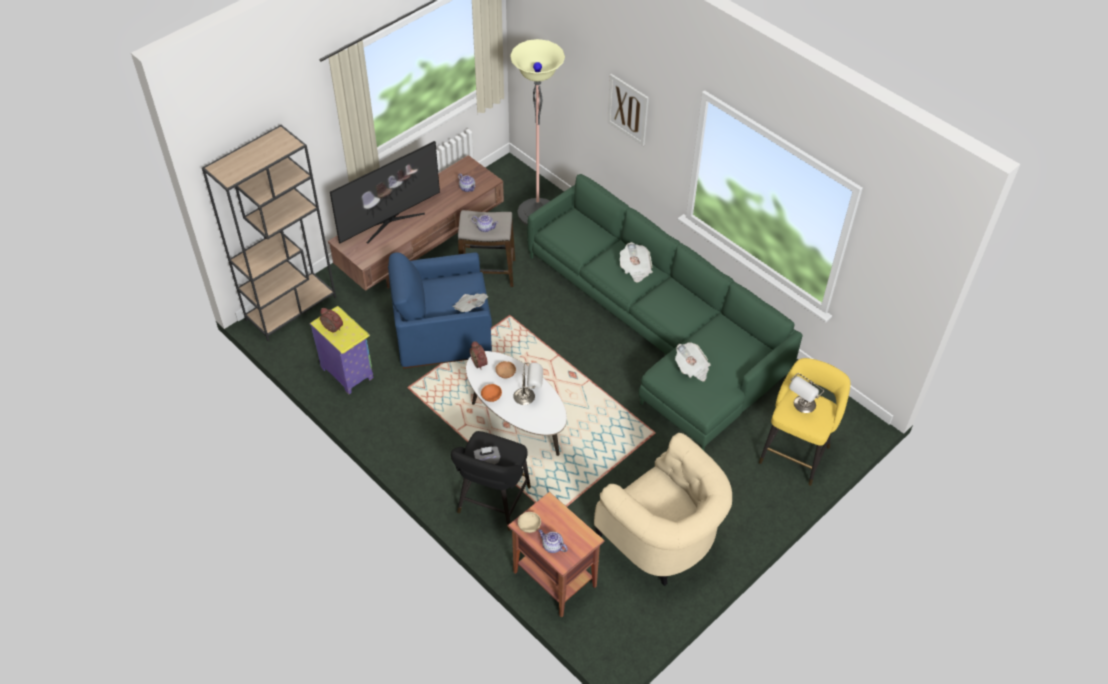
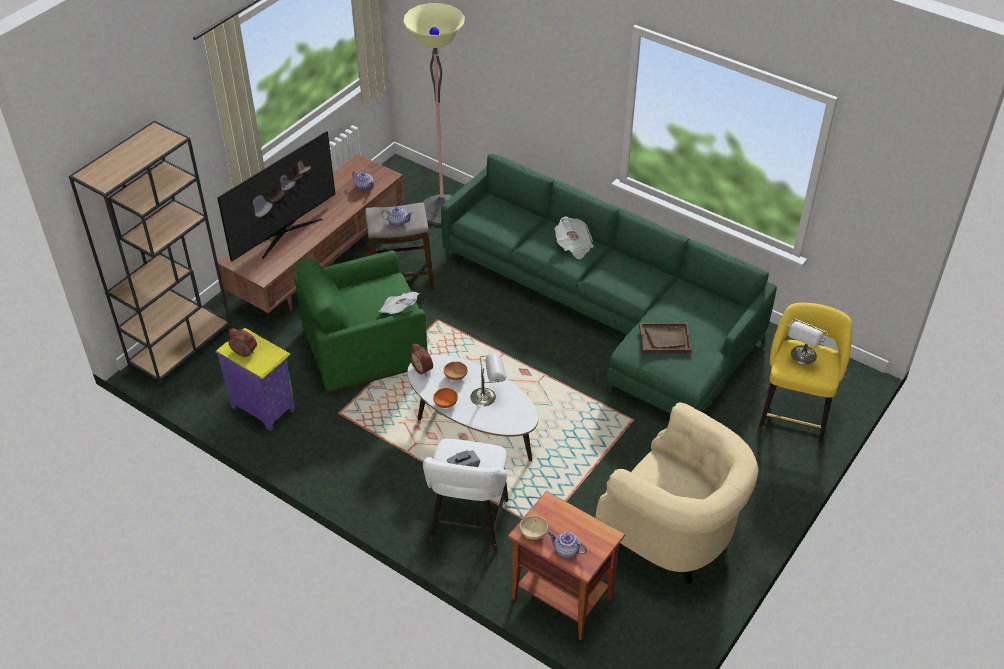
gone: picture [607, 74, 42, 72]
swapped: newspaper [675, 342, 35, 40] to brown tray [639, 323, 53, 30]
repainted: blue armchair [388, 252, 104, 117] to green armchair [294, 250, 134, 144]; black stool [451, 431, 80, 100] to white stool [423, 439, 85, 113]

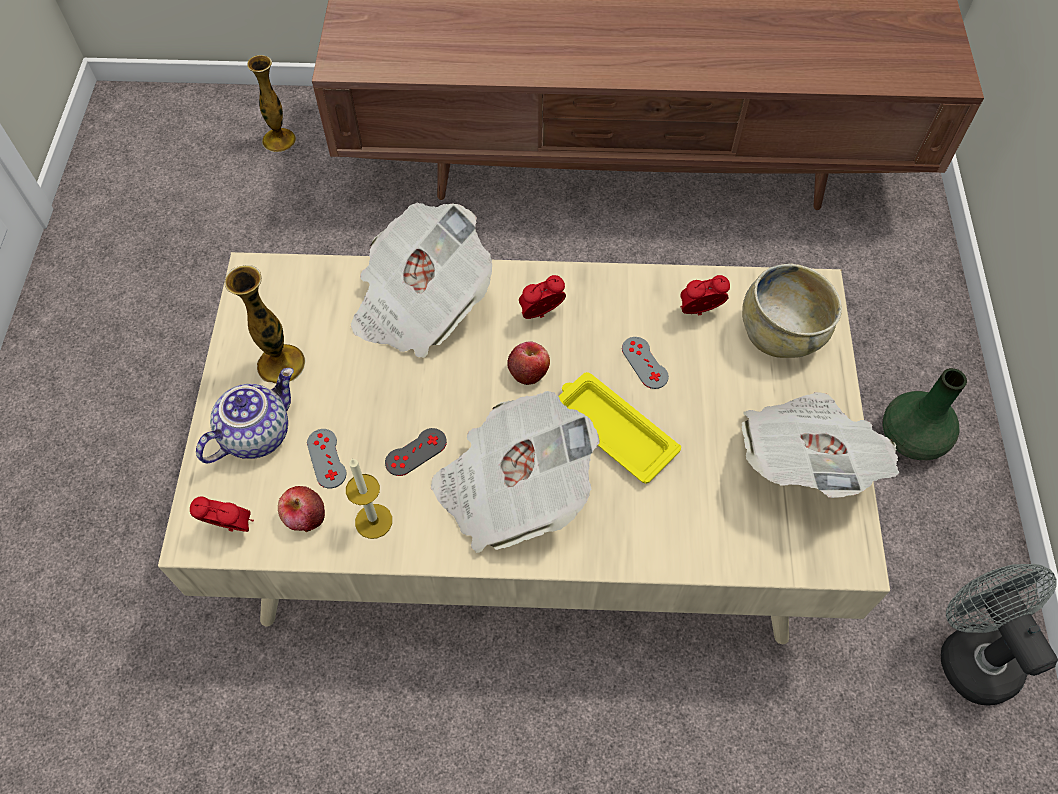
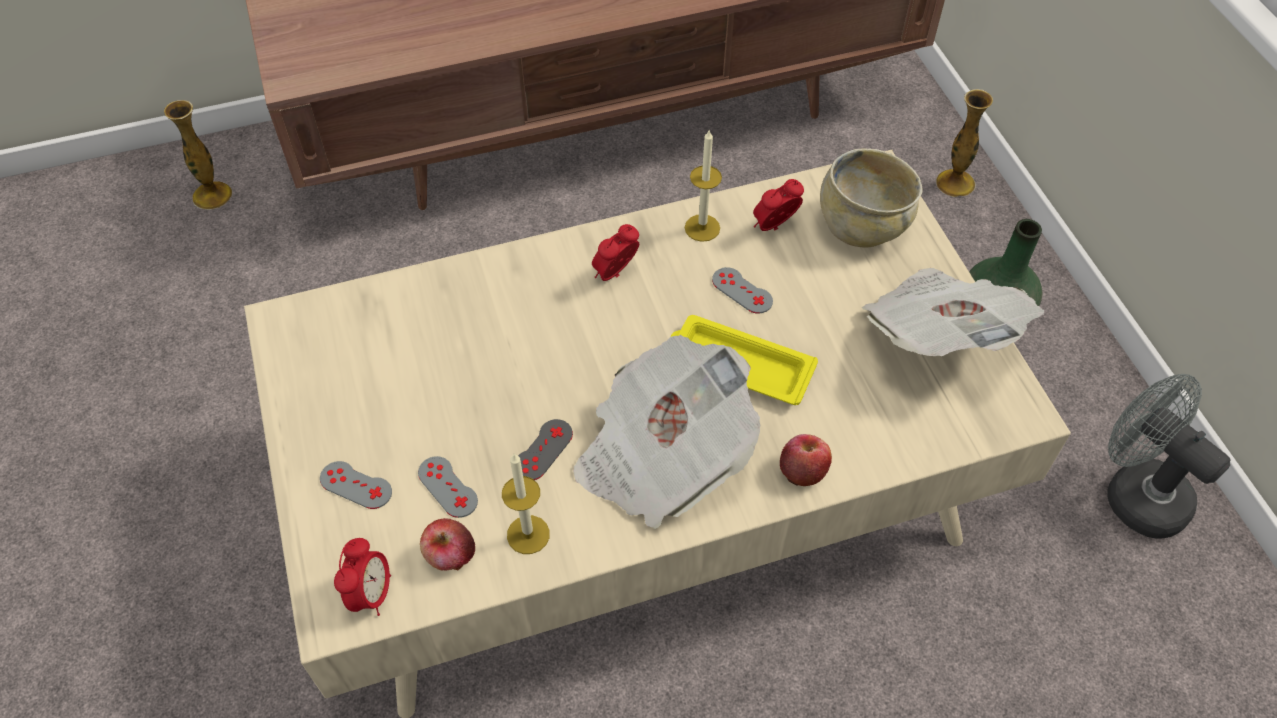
gone: newspaper [351, 203, 141, 155]
new: candle [685, 130, 37, 112]
shifted: vase [224, 265, 82, 119] to [936, 89, 57, 108]; apple [507, 341, 43, 44] to [780, 434, 52, 52]
swapped: teapot [196, 368, 98, 95] to grey game controller [320, 461, 72, 48]
rotated: alarm clock [190, 496, 64, 36] = [334, 538, 57, 78] 105 degrees clockwise

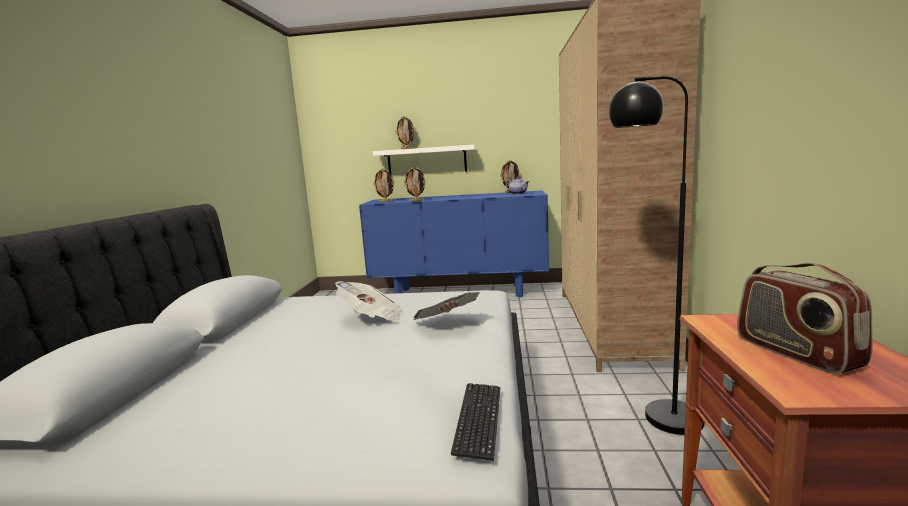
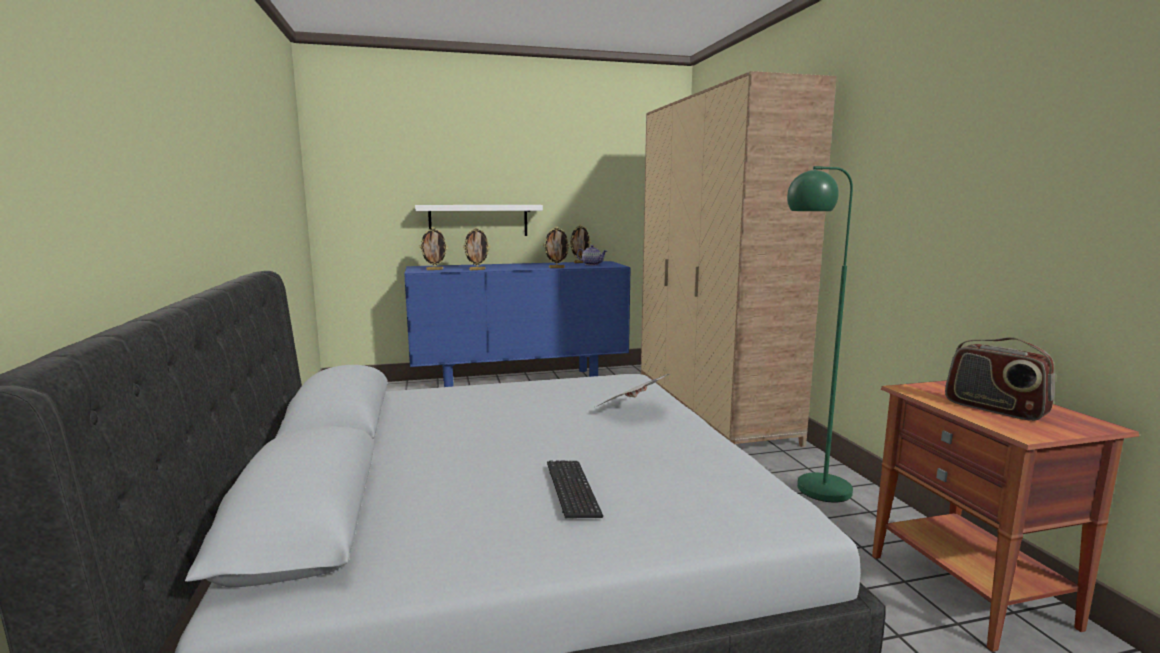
gone: newspaper [335, 281, 65, 41]
shifted: picture frame [395, 116, 20, 33] to [543, 227, 27, 41]; keyboard [451, 383, 50, 78] to [547, 460, 56, 58]
repainted: black floor lamp [609, 76, 96, 359] to green floor lamp [787, 166, 66, 337]

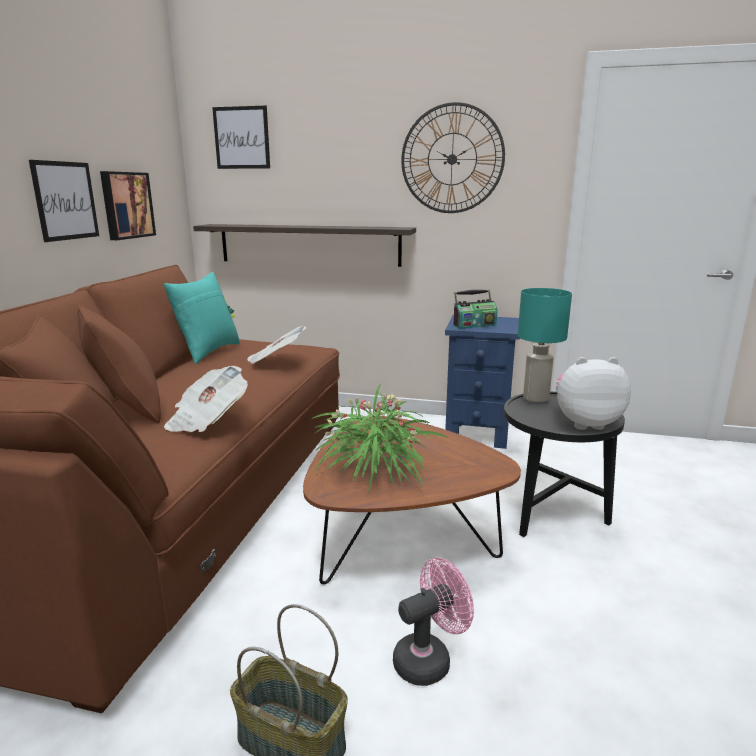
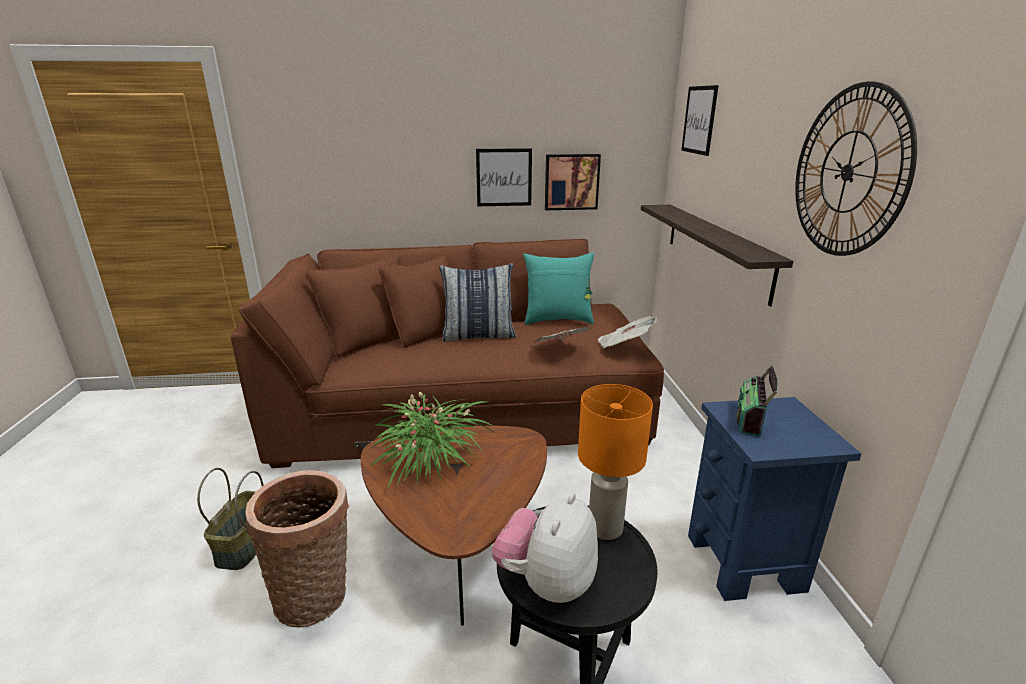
new: pillow [439, 263, 77, 78]
shifted: newspaper [164, 366, 84, 66] to [598, 316, 59, 32]
swapped: pink fan [393, 557, 81, 129] to basket [245, 470, 104, 158]
repainted: turquoise table lamp [518, 288, 54, 115] to orange table lamp [578, 384, 75, 156]
rotated: radio [453, 290, 45, 39] = [737, 365, 40, 72] 60 degrees clockwise; plush toy [556, 357, 75, 73] = [492, 493, 106, 110] 135 degrees counterclockwise

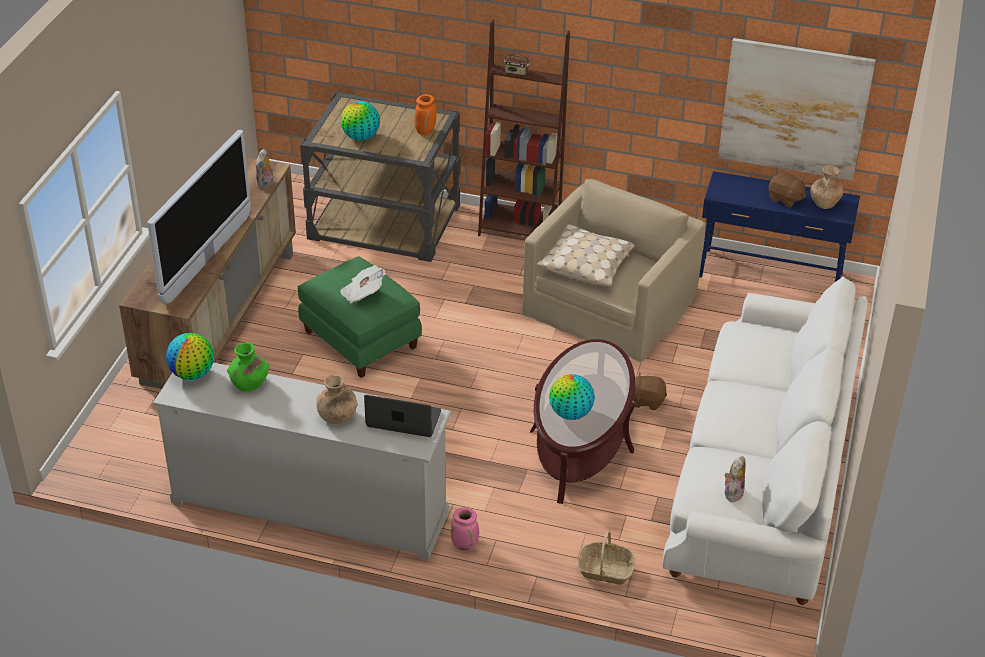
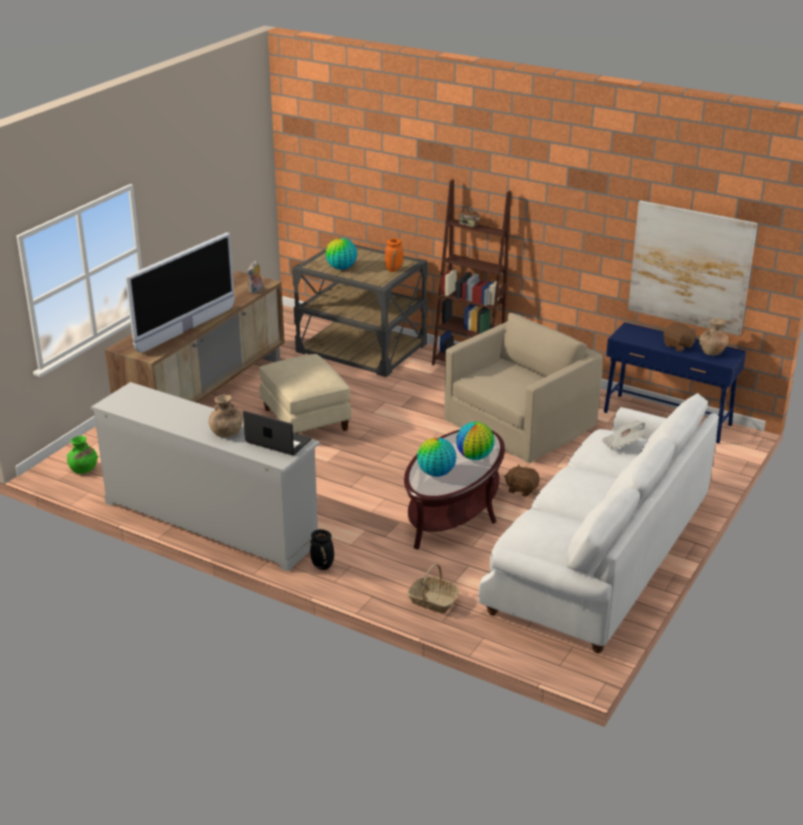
gone: beige pillow [537, 224, 98, 62]; plush toy [724, 456, 22, 46]
shifted: globe [166, 333, 48, 47] to [456, 422, 39, 38]; green vase [227, 342, 42, 50] to [67, 436, 31, 38]; newspaper [340, 265, 46, 38] to [602, 420, 45, 30]
repainted: green ottoman [298, 256, 124, 122] to beige ottoman [259, 354, 93, 80]; pink vase [451, 507, 28, 44] to black vase [310, 529, 24, 41]

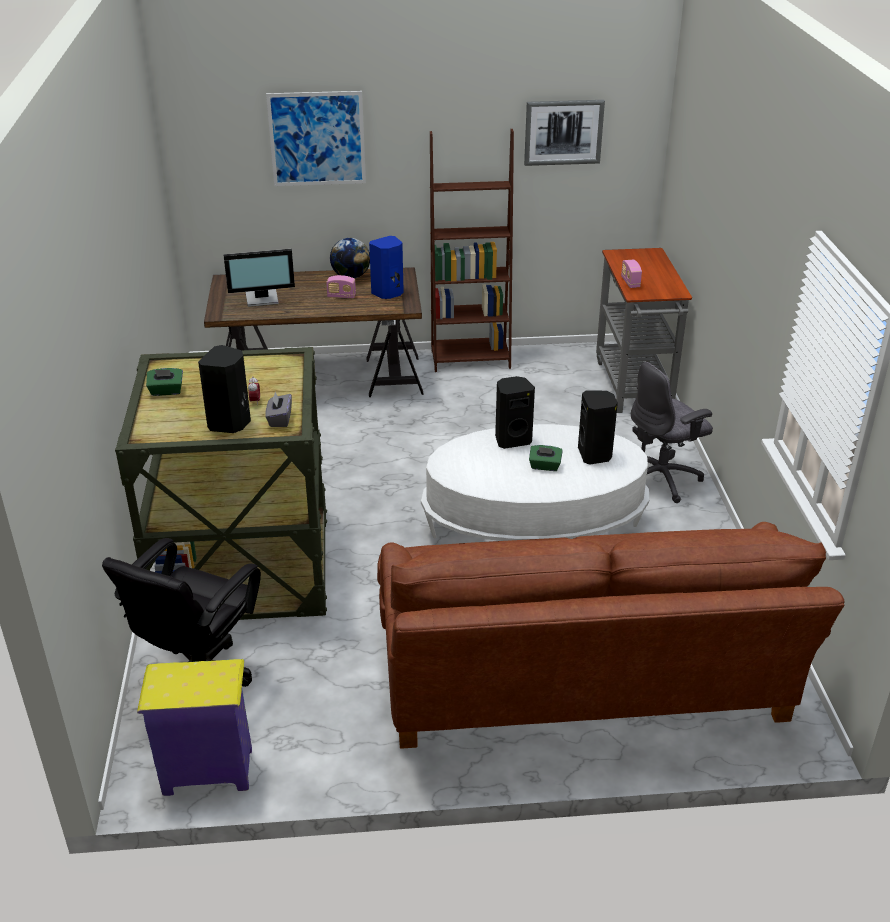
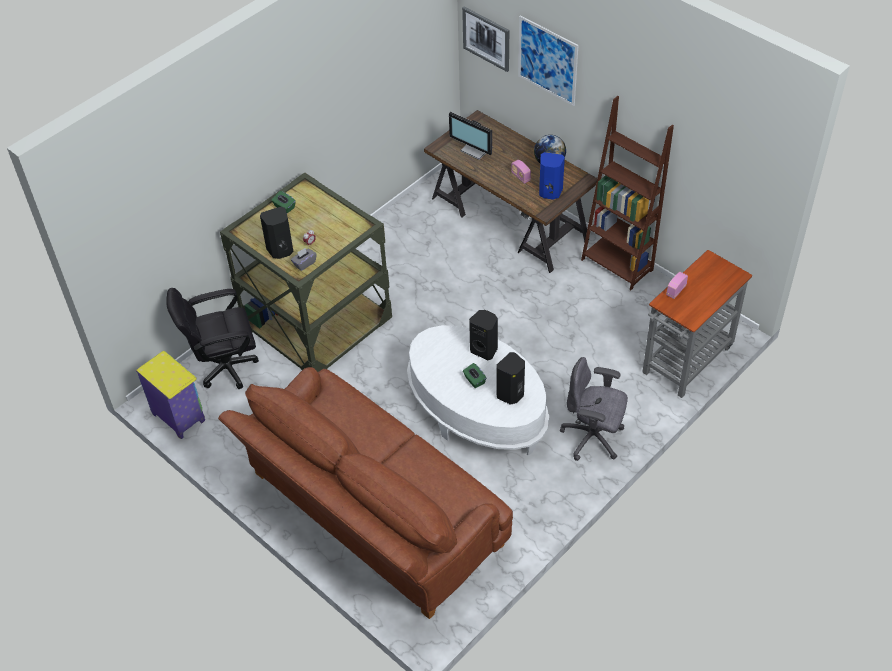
shifted: picture [524, 100, 81, 66] to [462, 7, 47, 65]

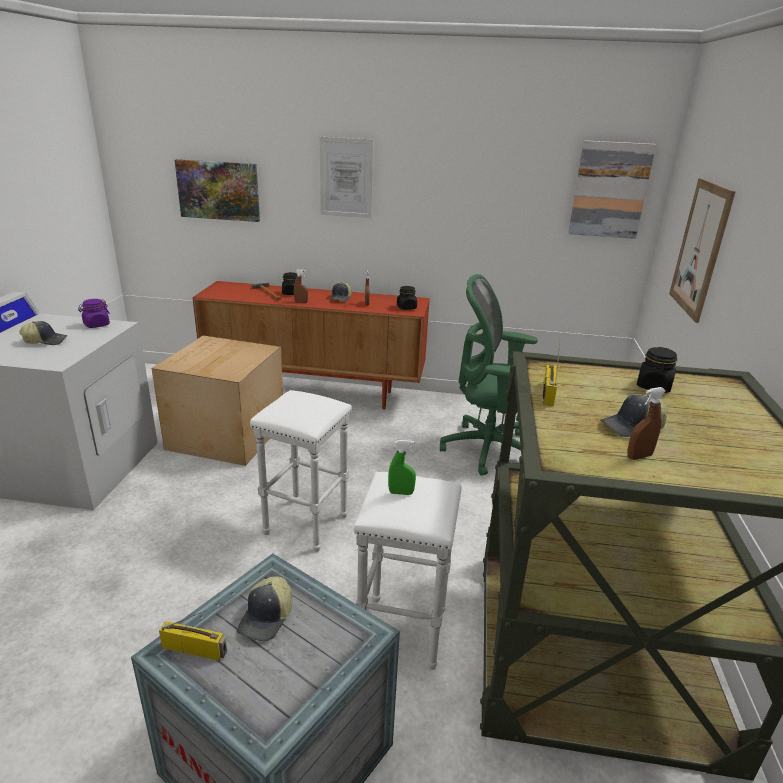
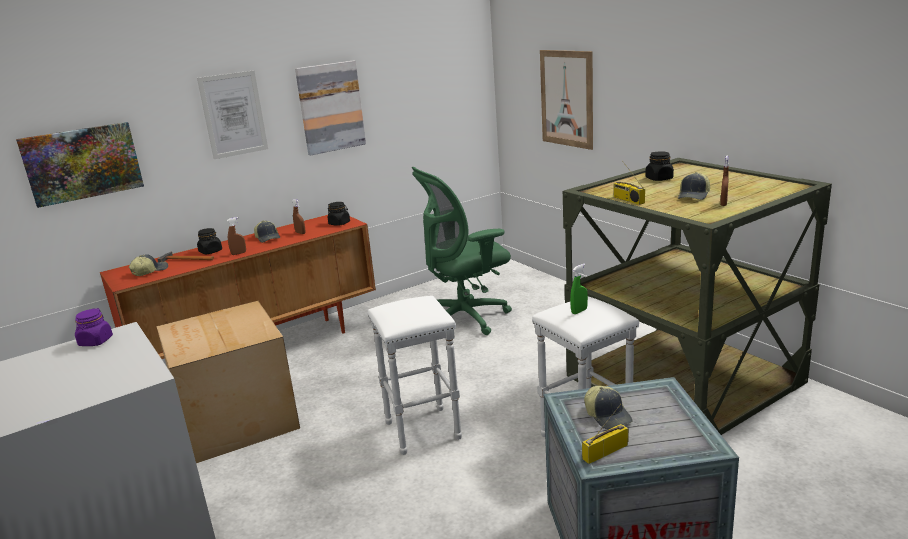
shifted: cap [19, 321, 49, 24] to [129, 254, 39, 22]; picture [568, 140, 88, 99] to [295, 61, 71, 95]

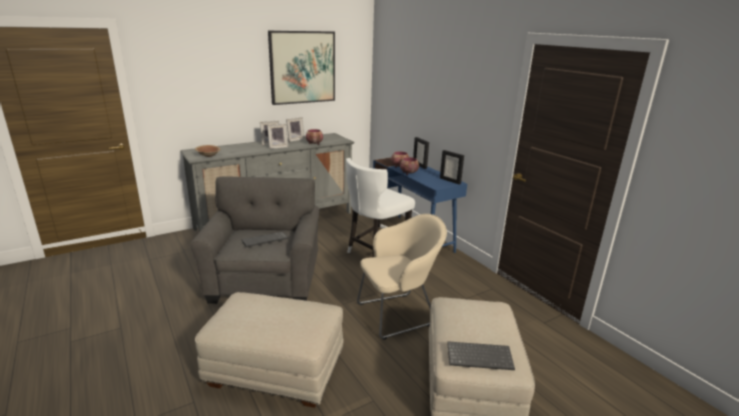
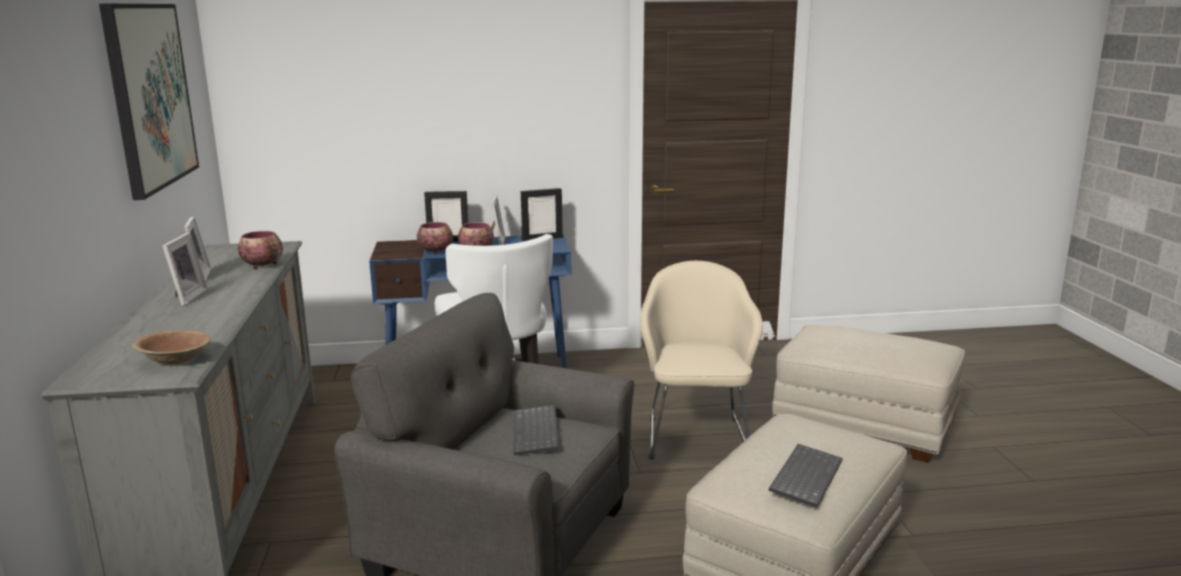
shifted: picture frame [267, 123, 21, 26] to [491, 195, 14, 50]; keyboard [447, 341, 68, 29] to [768, 444, 75, 64]

